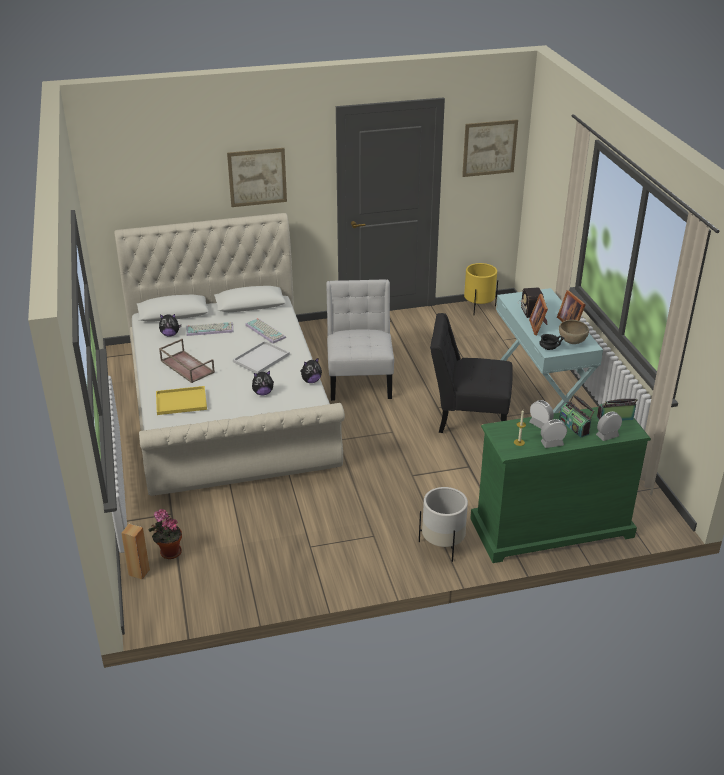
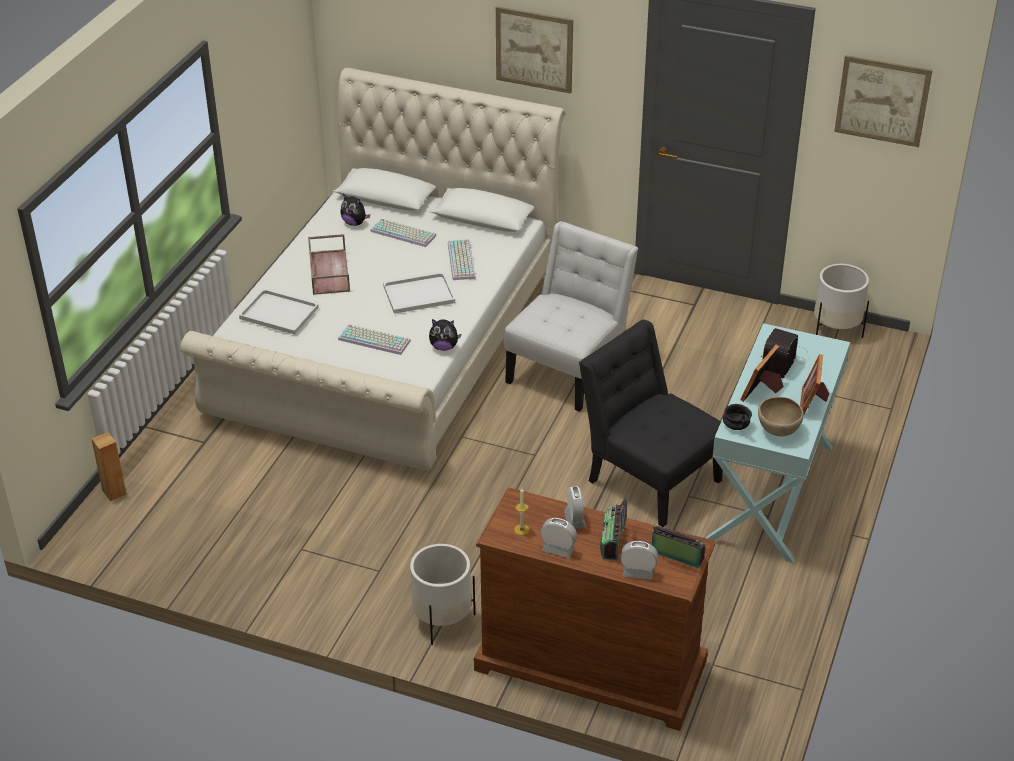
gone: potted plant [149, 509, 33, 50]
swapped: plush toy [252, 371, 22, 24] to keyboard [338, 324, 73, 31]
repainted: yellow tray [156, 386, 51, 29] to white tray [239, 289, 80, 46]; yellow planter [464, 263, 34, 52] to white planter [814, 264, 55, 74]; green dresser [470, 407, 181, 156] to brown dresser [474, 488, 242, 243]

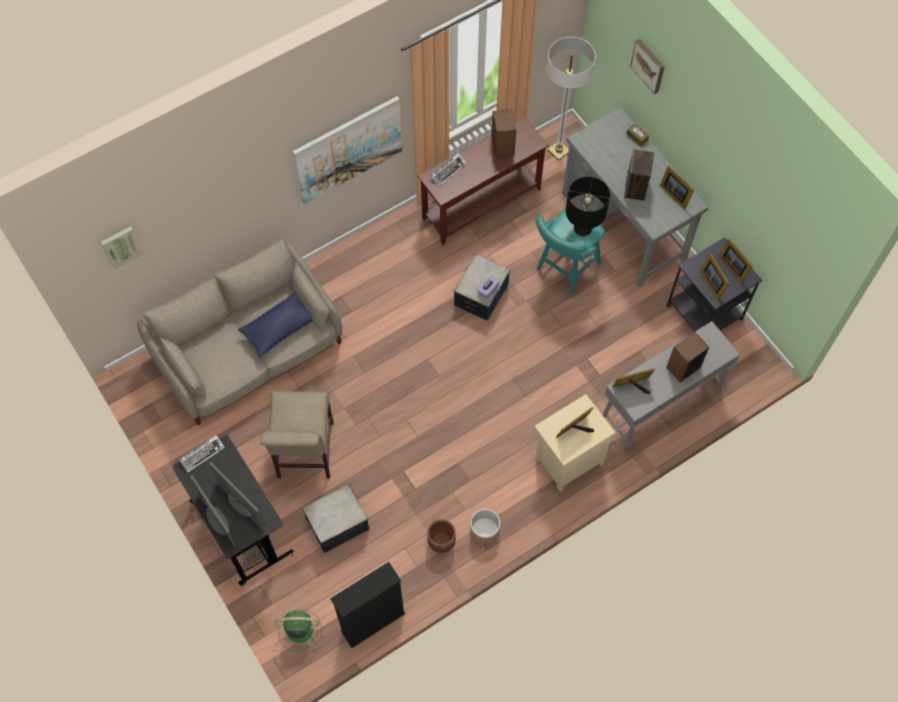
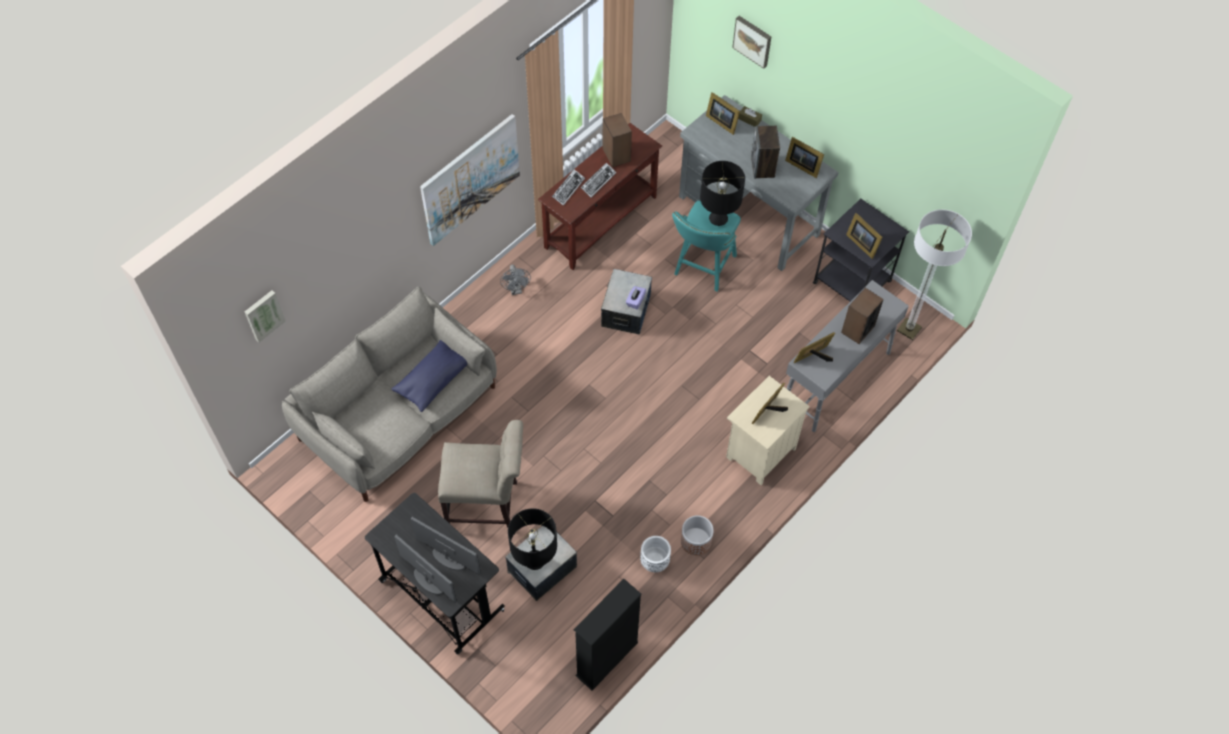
gone: green fan [276, 610, 47, 42]
new: grey fan [500, 264, 31, 31]; black table lamp [508, 508, 49, 62]
shifted: keyboard [179, 435, 46, 37] to [581, 163, 35, 34]; floor lamp [547, 37, 49, 124] to [897, 209, 75, 131]; picture frame [718, 238, 35, 46] to [706, 92, 34, 43]
repainted: brown planter [427, 519, 29, 34] to white planter [640, 536, 31, 36]
rotated: beige chair [260, 391, 74, 88] = [438, 420, 85, 108] 75 degrees counterclockwise

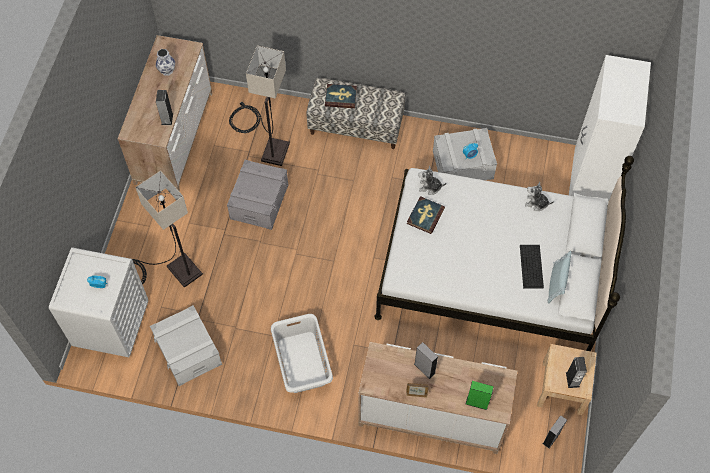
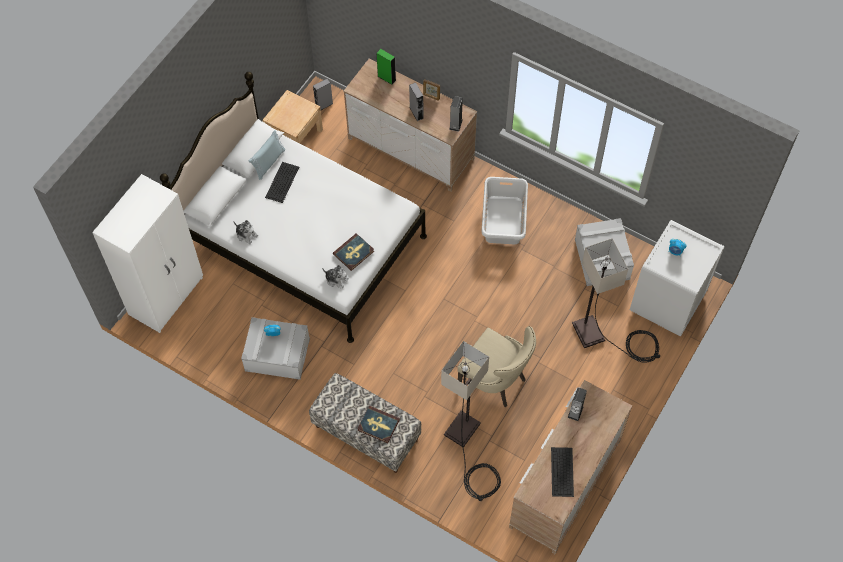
shifted: speaker [566, 357, 21, 31] to [449, 96, 14, 36]
swapped: vase [156, 49, 19, 27] to keyboard [551, 447, 23, 50]; grey storage box [227, 160, 62, 70] to beige chair [457, 326, 79, 81]

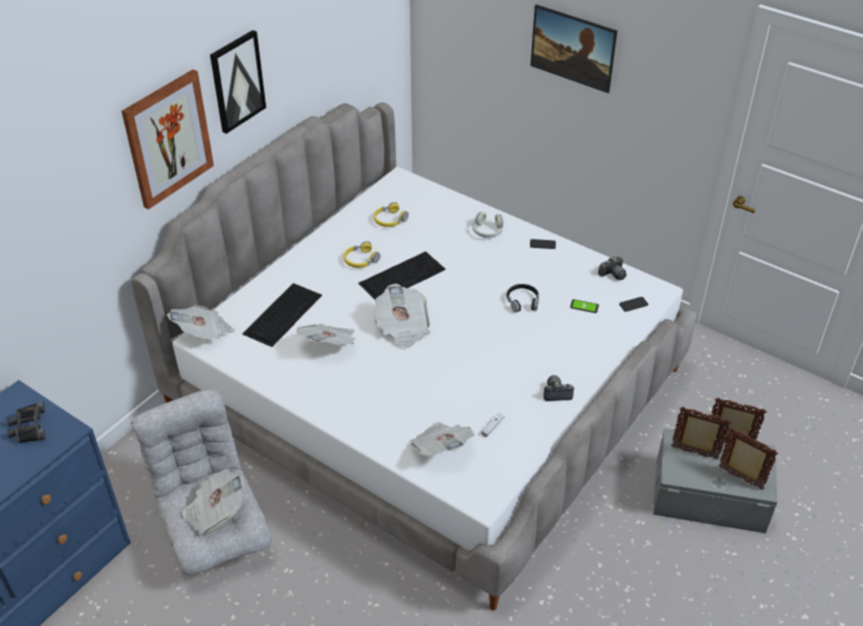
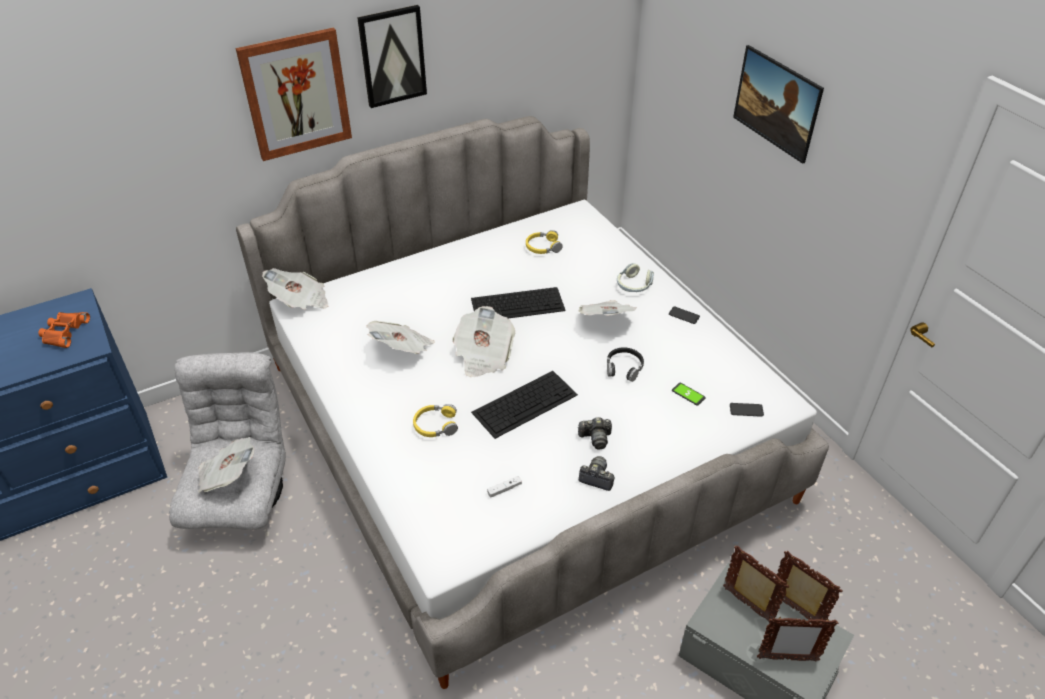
shifted: keyboard [243, 283, 79, 64] to [471, 371, 107, 68]; yellow headphones [344, 241, 36, 27] to [413, 404, 45, 33]; newspaper [410, 422, 65, 34] to [579, 300, 57, 16]; photo camera [598, 256, 28, 24] to [578, 417, 34, 32]
repainted: black binoculars [7, 402, 39, 41] to orange binoculars [38, 312, 52, 36]
rotated: picture frame [718, 427, 60, 63] = [757, 617, 81, 45] 120 degrees clockwise

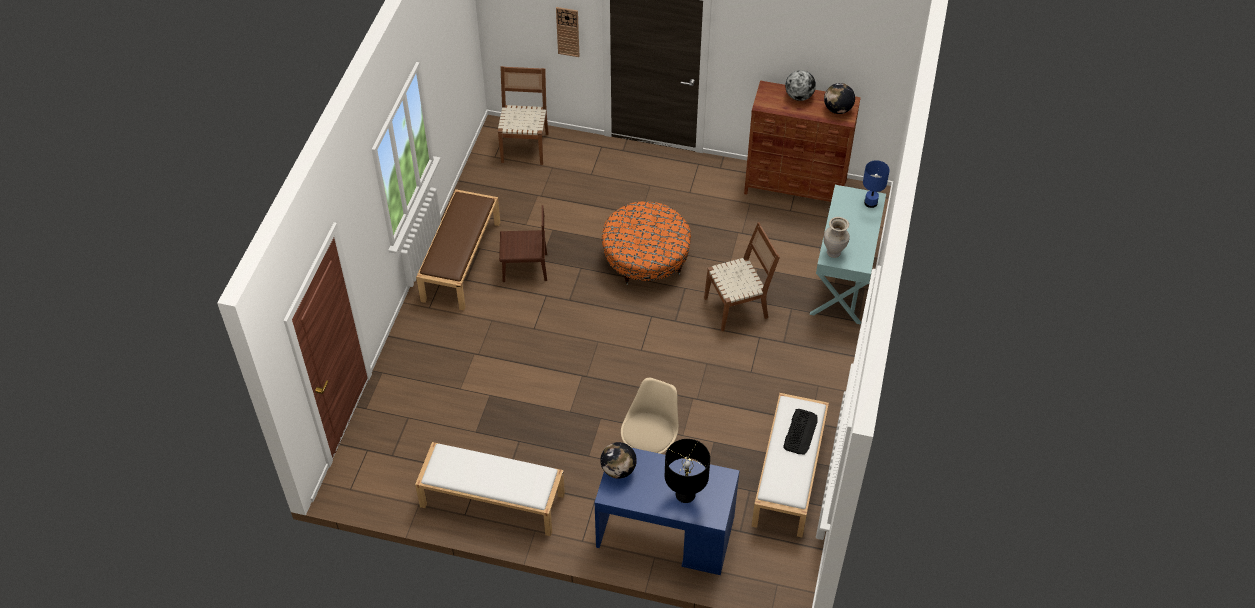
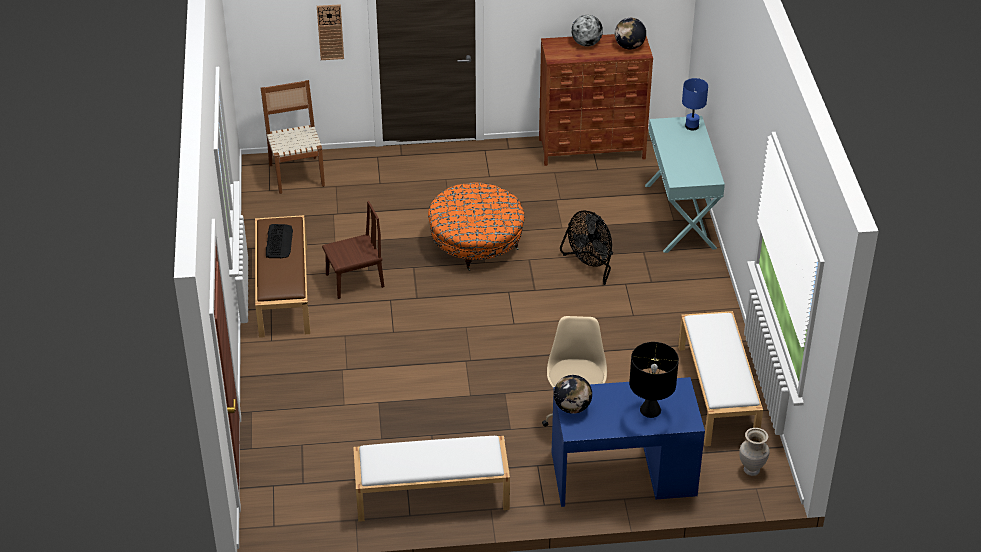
shifted: keyboard [783, 409, 35, 46] to [266, 224, 27, 34]; beige vase [824, 217, 26, 41] to [739, 428, 31, 48]
swapped: chair [704, 222, 76, 109] to black fan [560, 211, 53, 74]

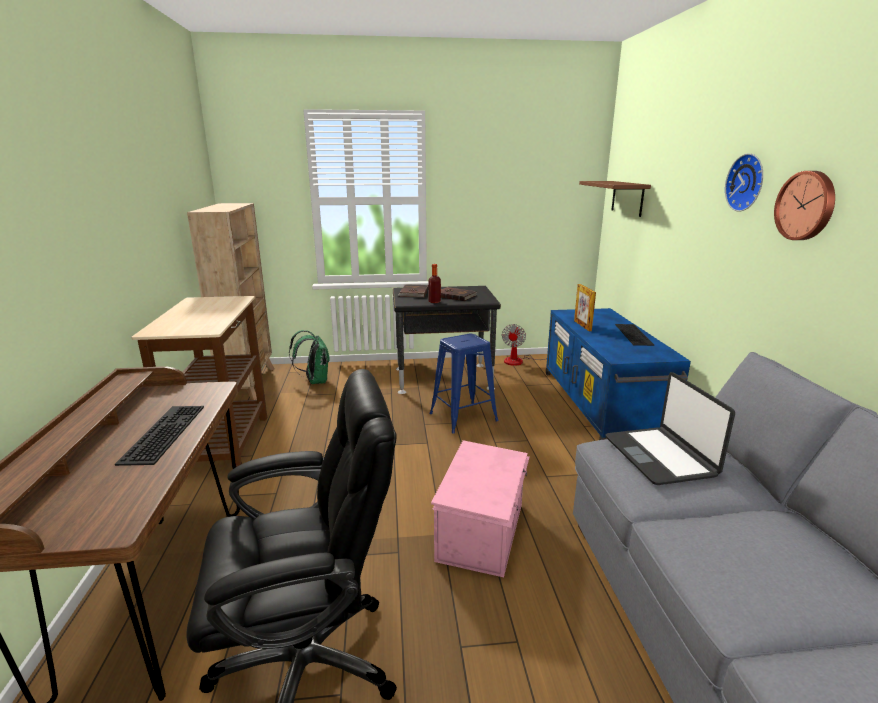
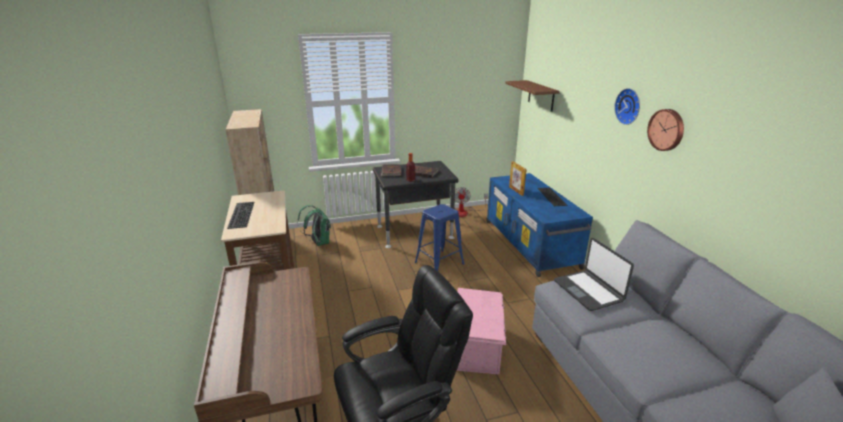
shifted: keyboard [115, 406, 89, 60] to [227, 202, 27, 27]

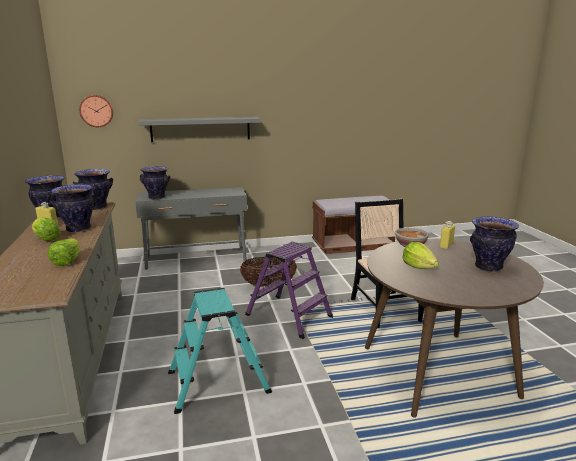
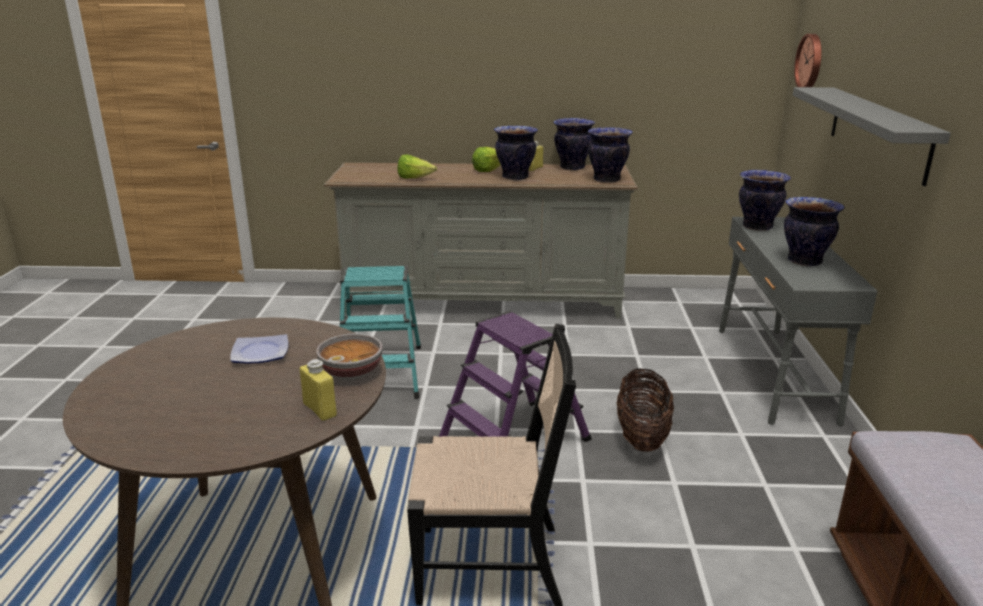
shifted: vase [470, 217, 49, 55] to [784, 197, 61, 69]
swapped: lettuce [403, 242, 36, 27] to plate [230, 334, 58, 30]

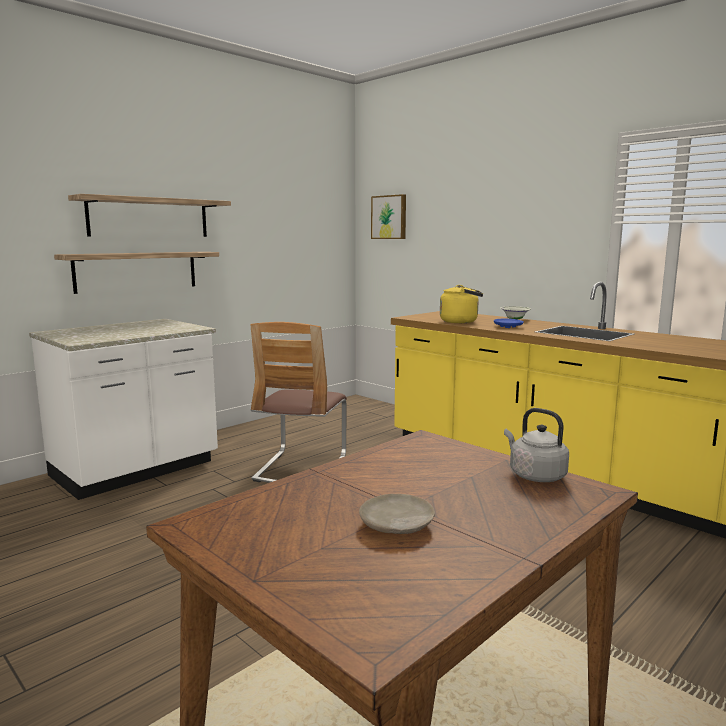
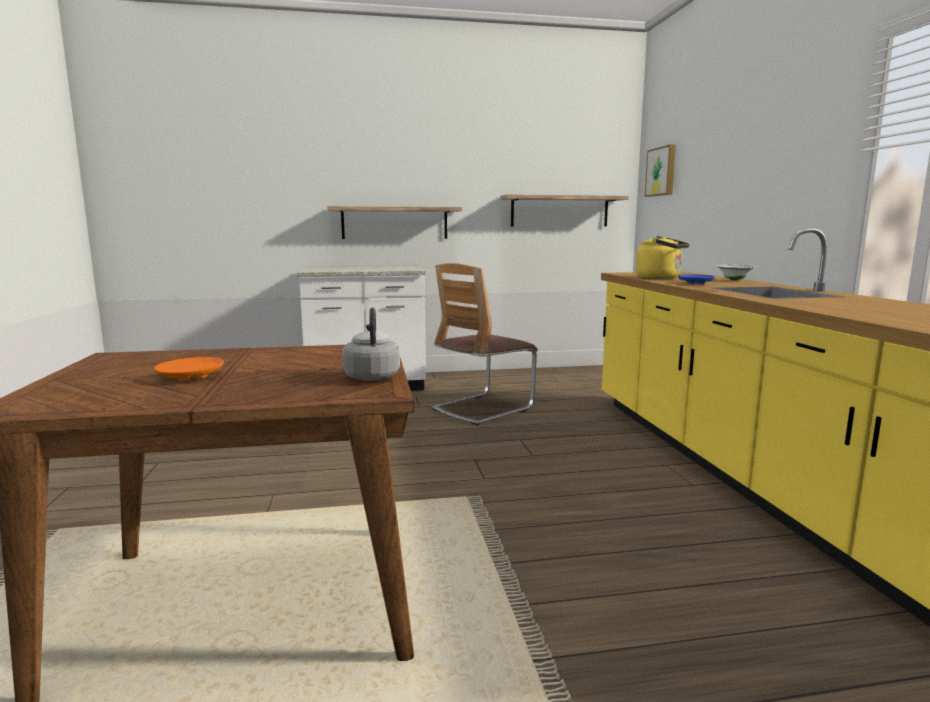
shifted: shelf [68, 194, 163, 43] to [500, 194, 129, 33]
repainted: beige plate [359, 494, 76, 40] to orange plate [154, 357, 70, 24]

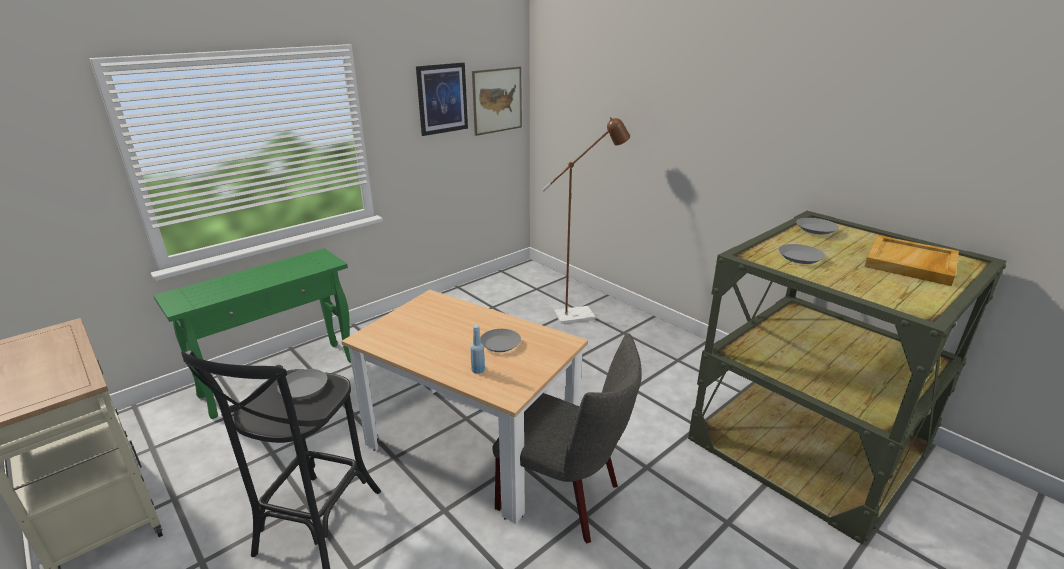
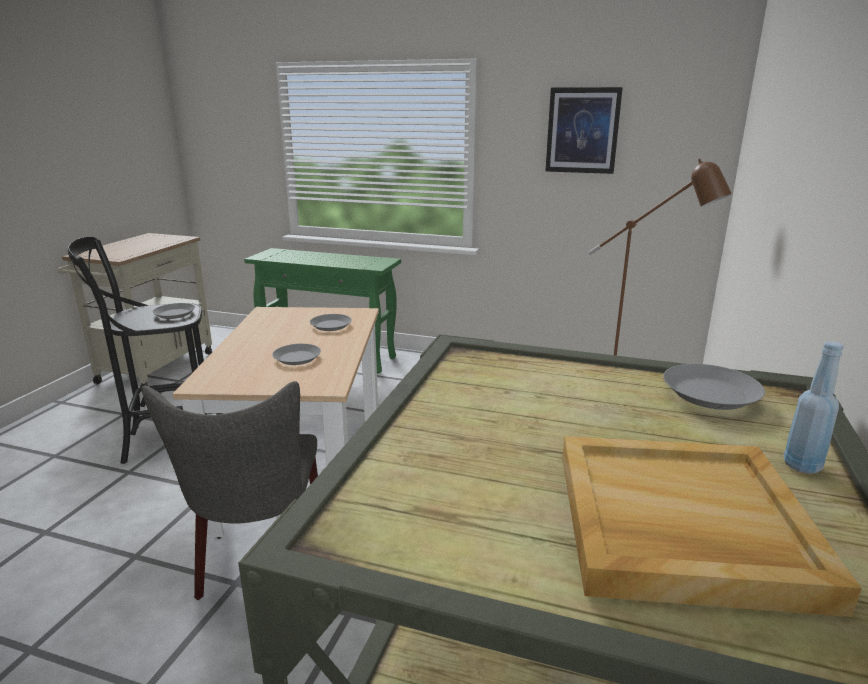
gone: picture [472, 67, 50, 69]
shifted: blue bottle [470, 325, 15, 49] to [783, 341, 60, 133]; grey plate [778, 244, 47, 20] to [310, 314, 42, 17]

